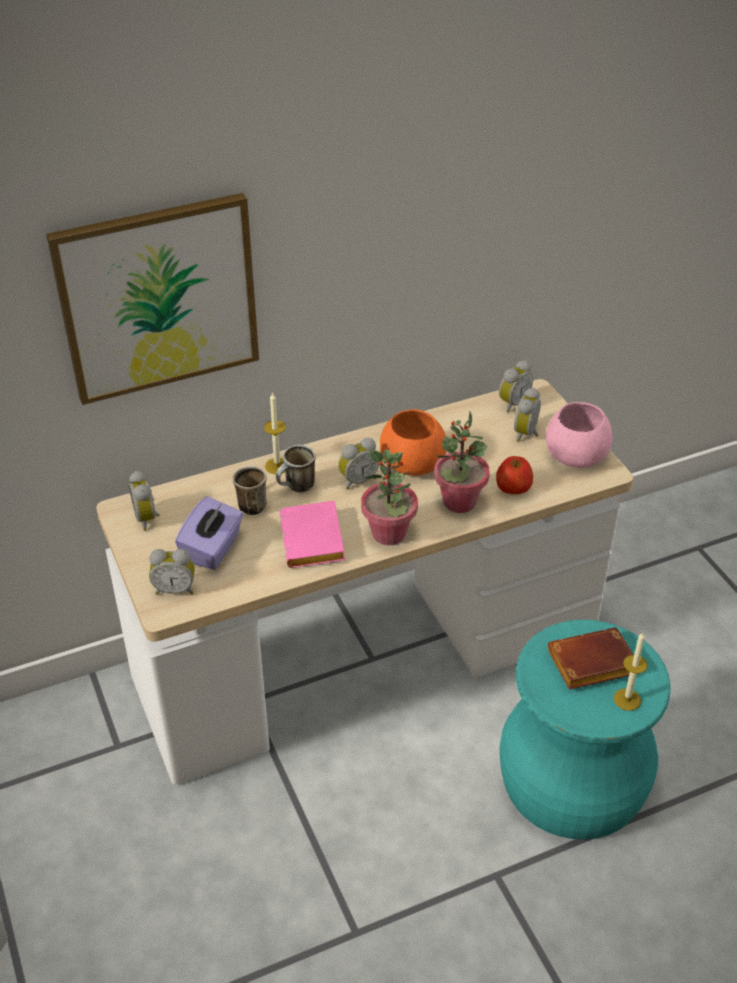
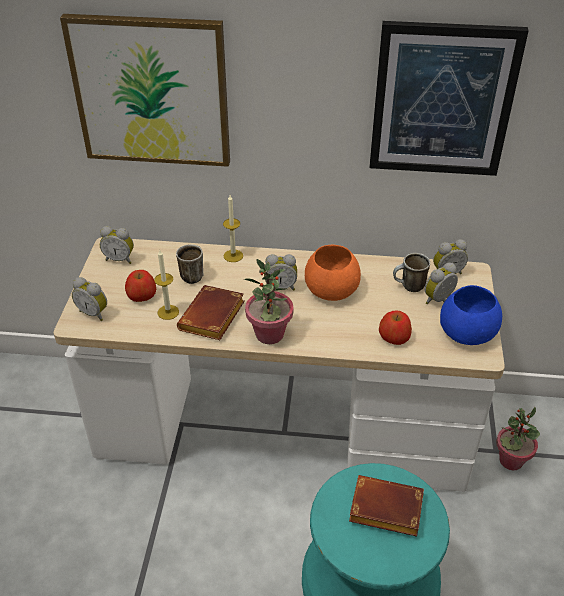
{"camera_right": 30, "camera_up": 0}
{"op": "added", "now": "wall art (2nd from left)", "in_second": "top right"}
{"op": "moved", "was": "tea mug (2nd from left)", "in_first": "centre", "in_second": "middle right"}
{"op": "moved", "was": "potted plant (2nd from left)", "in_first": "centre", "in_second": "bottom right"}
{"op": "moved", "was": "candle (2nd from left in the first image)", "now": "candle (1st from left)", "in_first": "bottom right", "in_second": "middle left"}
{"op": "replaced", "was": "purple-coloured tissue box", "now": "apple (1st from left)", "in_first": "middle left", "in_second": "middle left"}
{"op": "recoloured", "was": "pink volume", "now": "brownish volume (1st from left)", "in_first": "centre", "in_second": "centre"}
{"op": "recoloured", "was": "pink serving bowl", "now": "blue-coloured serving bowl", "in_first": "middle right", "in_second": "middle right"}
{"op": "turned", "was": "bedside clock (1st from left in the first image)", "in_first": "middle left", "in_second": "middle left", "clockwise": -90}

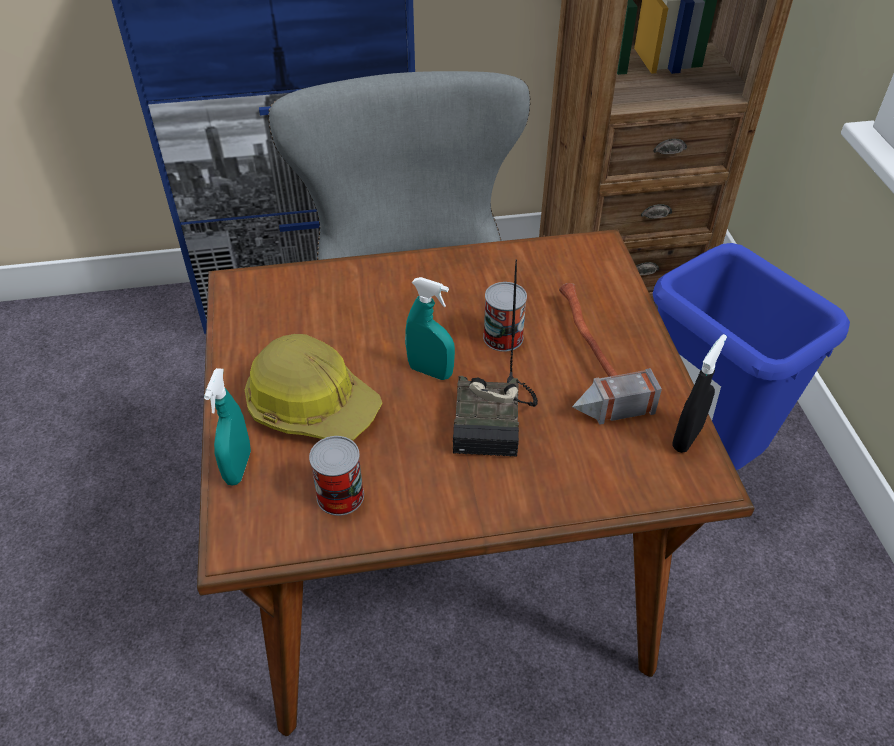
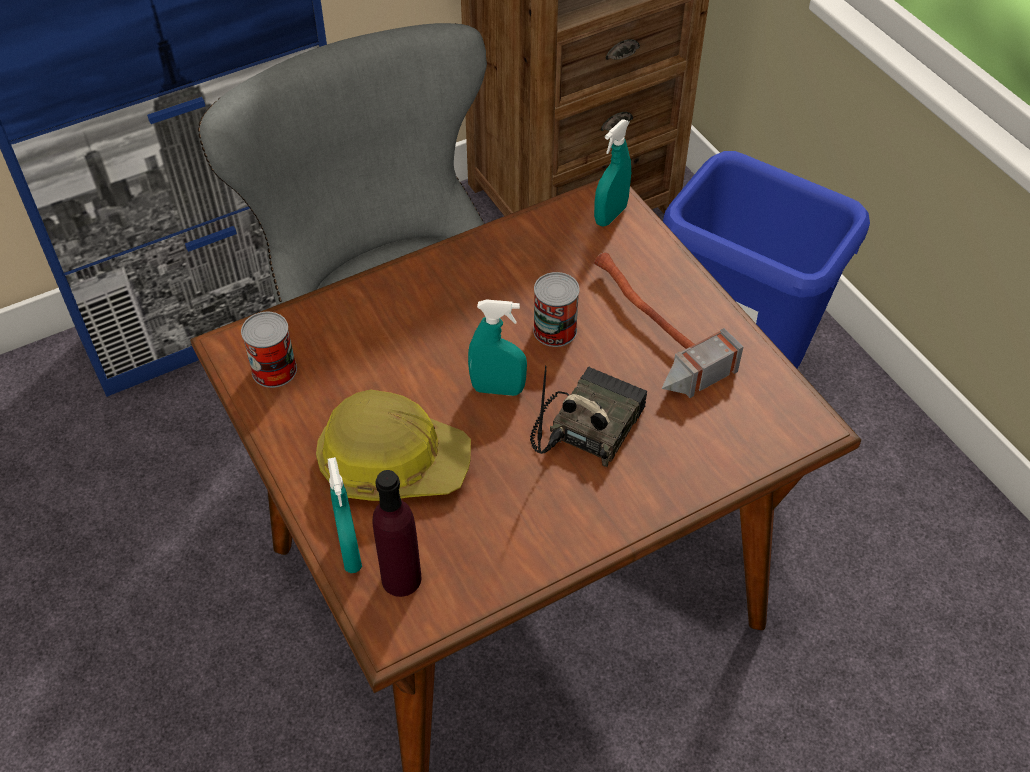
{"camera_right": -20, "camera_up": 5}
{"op": "removed", "was": "black spray bottle", "in_first": "middle right"}
{"op": "added", "now": "purple-coloured drink bottle", "in_second": "bottom centre"}
{"op": "added", "now": "blue-green spray bottle (3rd from left)", "in_second": "top centre"}
{"op": "moved", "was": "sealed can (1st from left)", "in_first": "centre", "in_second": "middle left"}
{"op": "turned", "was": "radio receiver", "in_first": "centre", "in_second": "centre", "clockwise": -135}

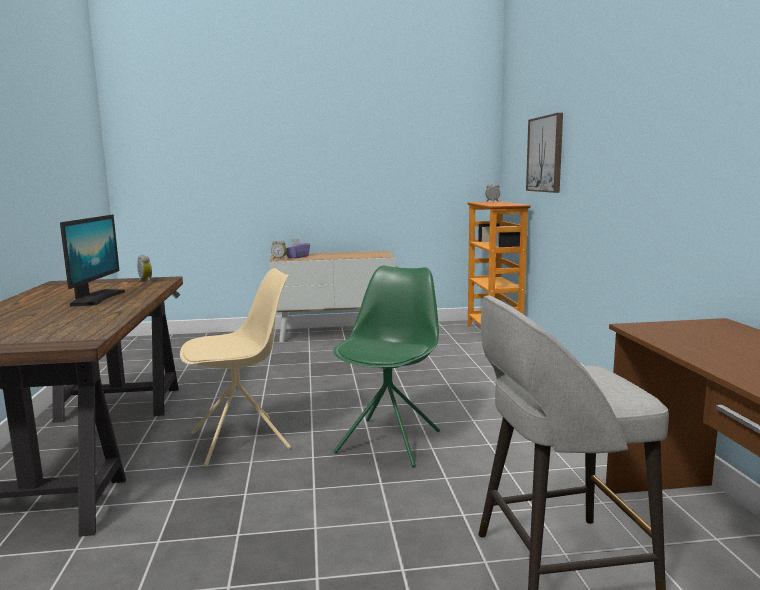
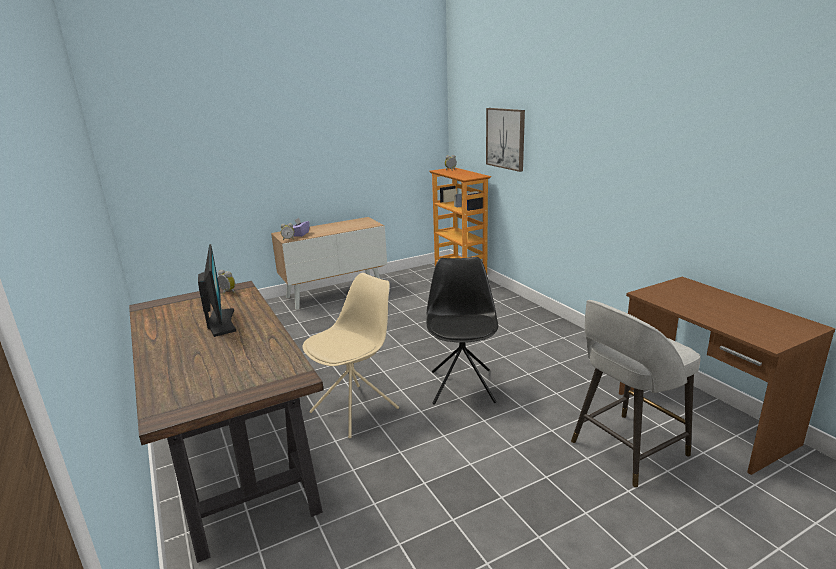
{"camera_right": -20, "camera_up": 10}
{"op": "recoloured", "was": "greenish plain chair", "now": "black plain chair", "in_first": "centre", "in_second": "centre"}

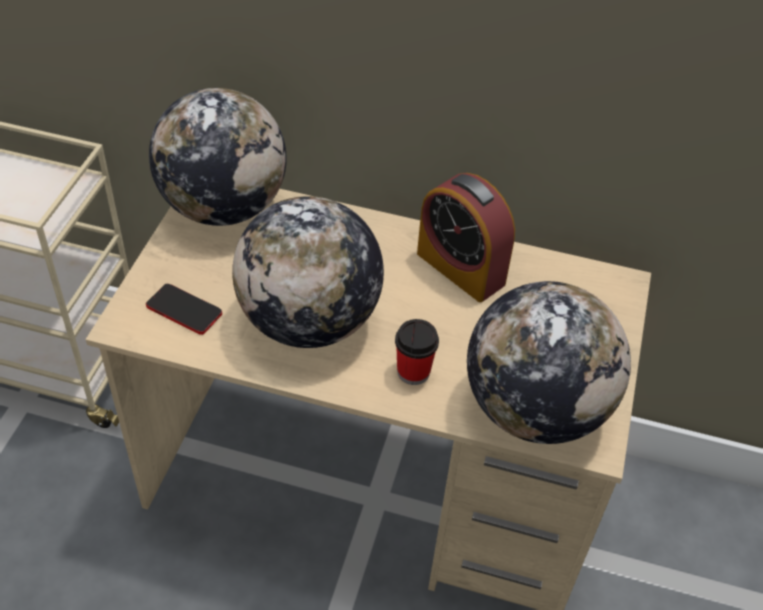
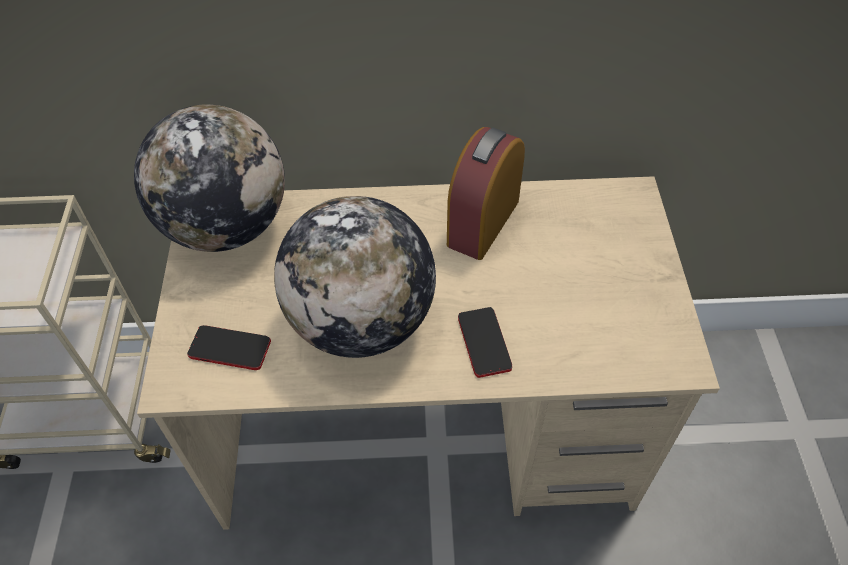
{"camera_right": -15, "camera_up": 5}
{"op": "removed", "was": "world globe (3rd from left)", "in_first": "middle right"}
{"op": "replaced", "was": "small cup", "now": "telephone (2nd from left)", "in_first": "centre", "in_second": "centre"}
{"op": "turned", "was": "bedside clock", "in_first": "centre", "in_second": "centre", "clockwise": 90}

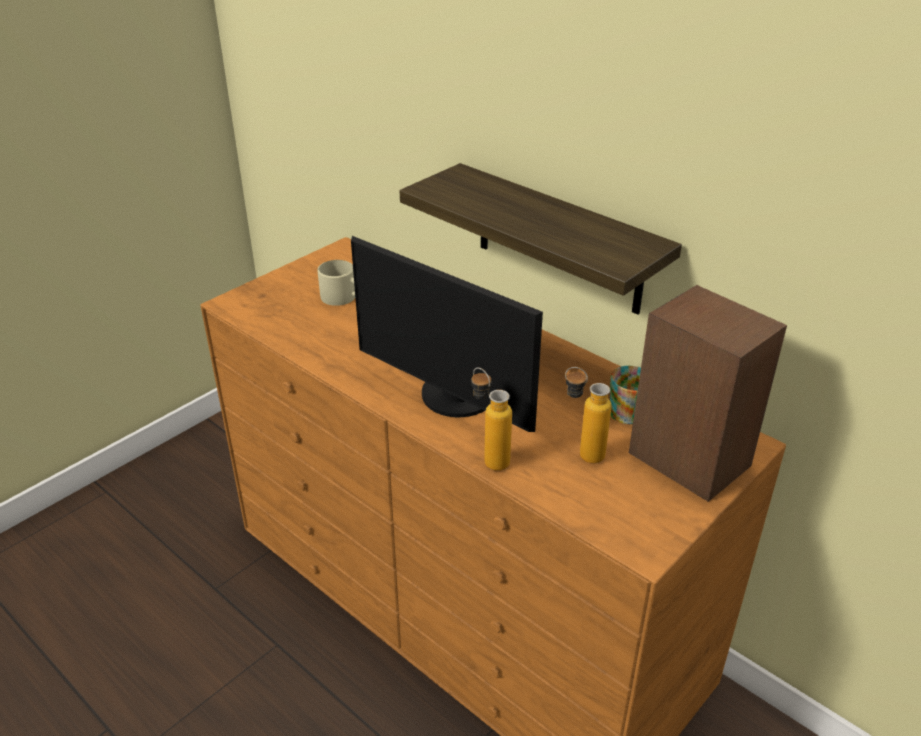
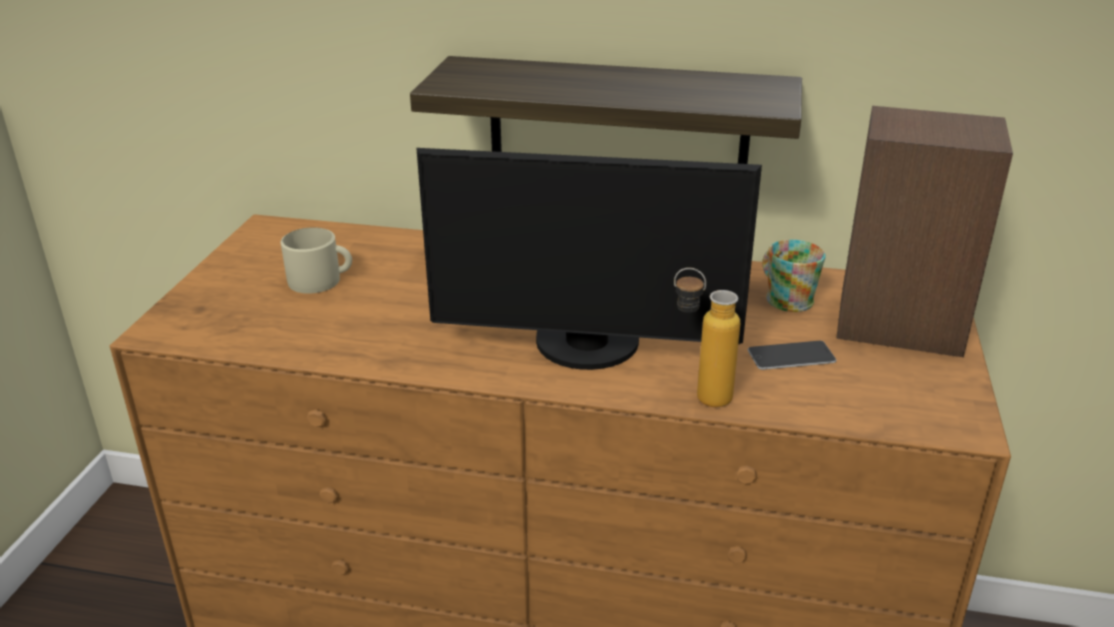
{"camera_right": -30, "camera_up": -5}
{"op": "replaced", "was": "drink bottle (2nd from left)", "now": "telephone", "in_first": "centre", "in_second": "middle right"}

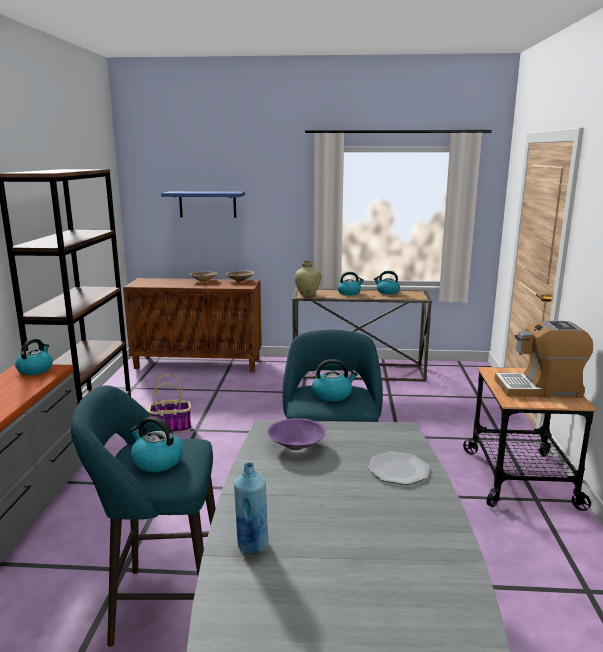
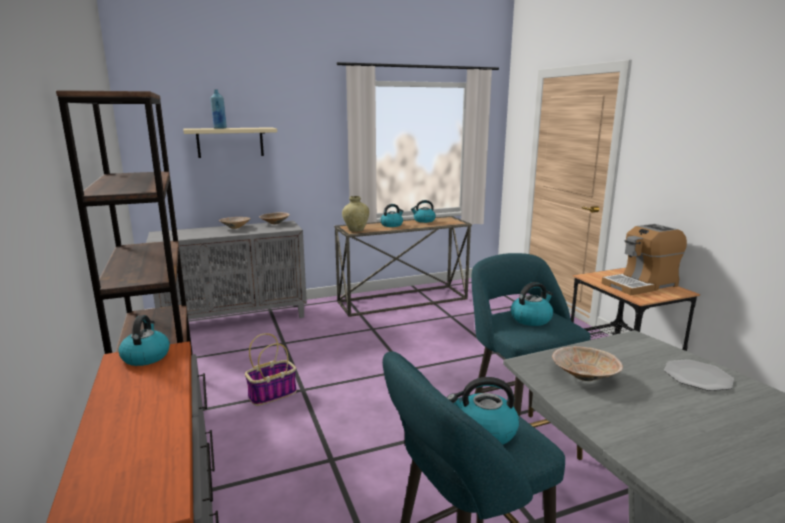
{"camera_right": -25, "camera_up": 0}
{"op": "moved", "was": "blue-coloured drink bottle", "in_first": "bottom centre", "in_second": "top left"}
{"op": "recoloured", "was": "brownish storage cabinet", "now": "gray storage cabinet", "in_first": "middle left", "in_second": "middle left"}
{"op": "recoloured", "was": "blue-coloured bracket shelf", "now": "beige-coloured bracket shelf", "in_first": "top centre", "in_second": "top left"}
{"op": "recoloured", "was": "purple-coloured serving bowl", "now": "beige-coloured serving bowl (3rd from left)", "in_first": "centre", "in_second": "bottom right"}

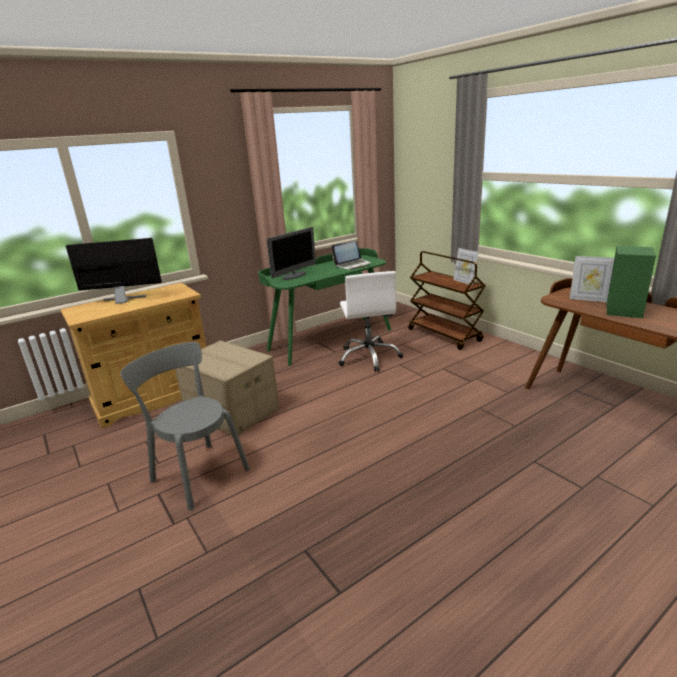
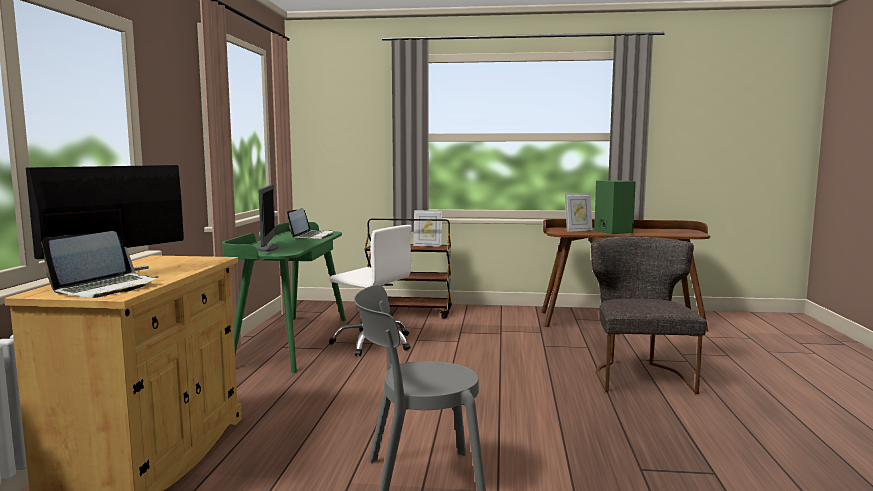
{"camera_right": -50, "camera_up": -15}
{"op": "removed", "was": "carton", "in_first": "centre"}
{"op": "added", "now": "notebook computer (1st from left)", "in_second": "middle left"}
{"op": "added", "now": "gray plain chair (2nd from left)", "in_second": "middle right"}

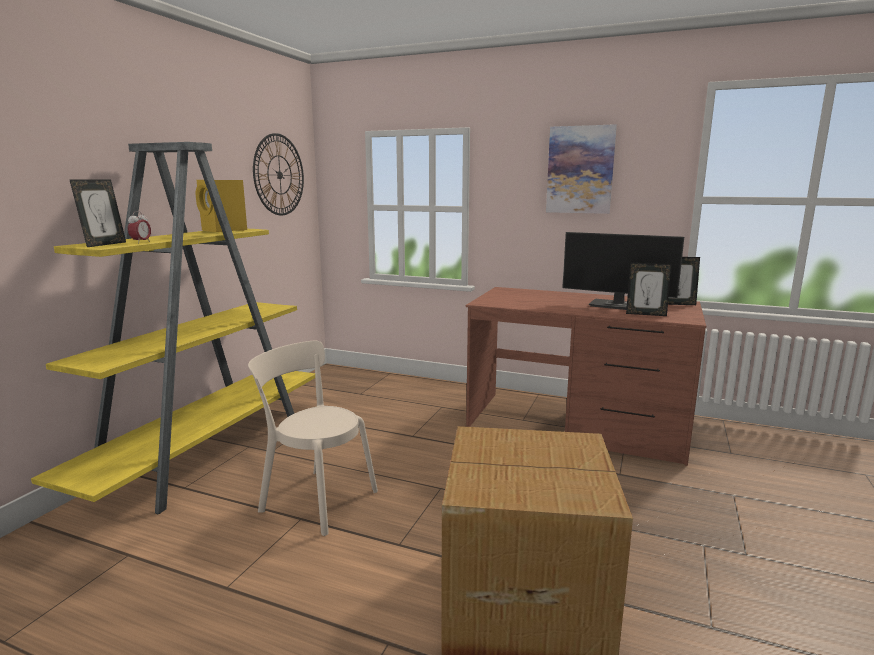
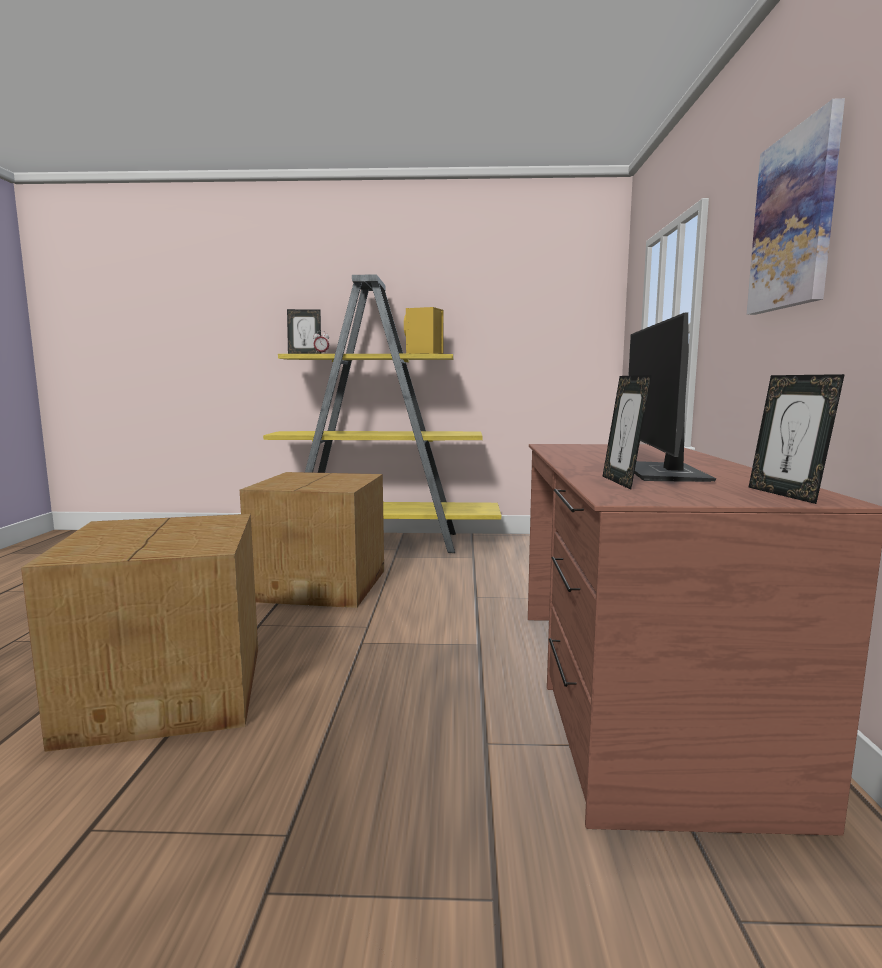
{"camera_right": 70, "camera_up": -5}
{"op": "removed", "was": "hanging clock", "in_first": "top left"}
{"op": "replaced", "was": "beige-coloured plain chair", "now": "carton (2nd from left)", "in_first": "bottom centre", "in_second": "centre"}

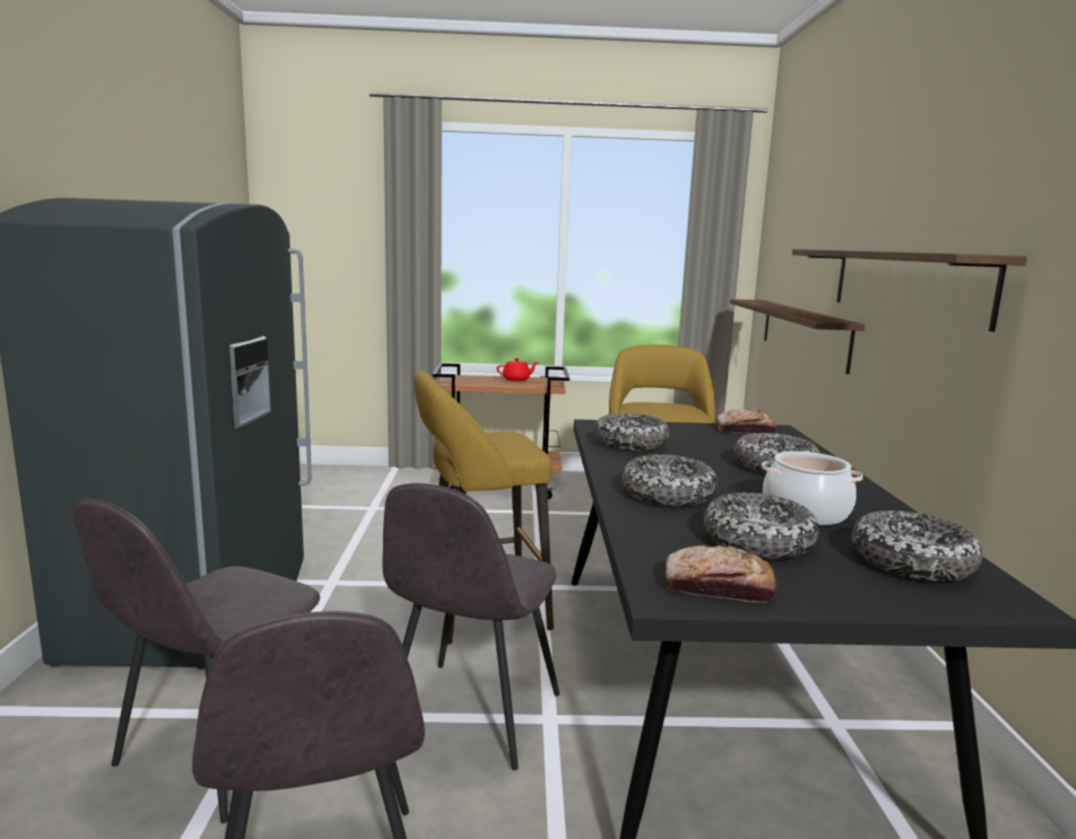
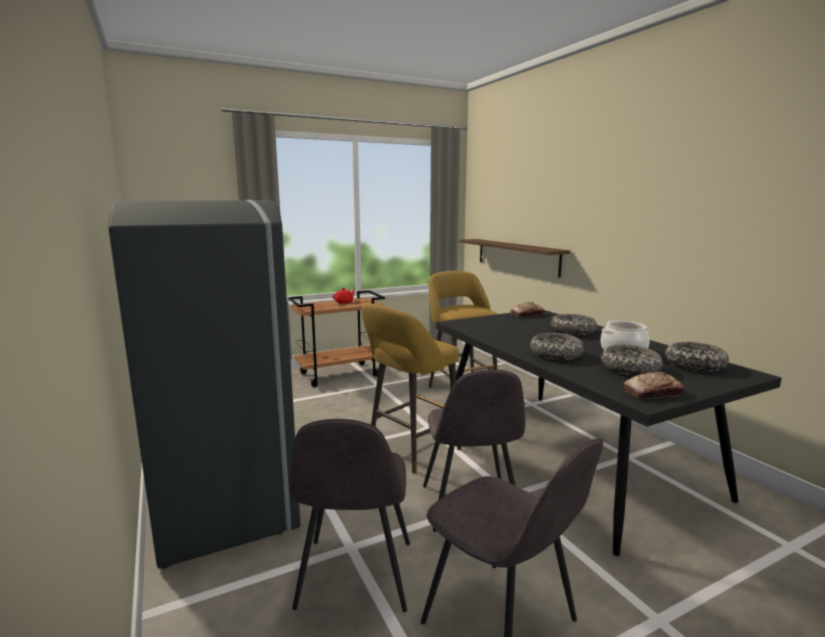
{"camera_right": -25, "camera_up": 0}
{"op": "removed", "was": "serving bowl (1st from left)", "in_first": "centre"}
{"op": "removed", "was": "bracket shelf (2nd from left)", "in_first": "middle right"}

